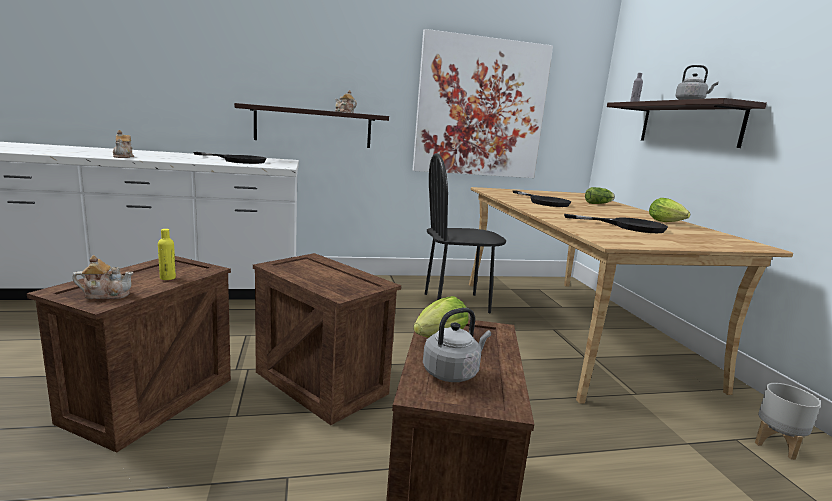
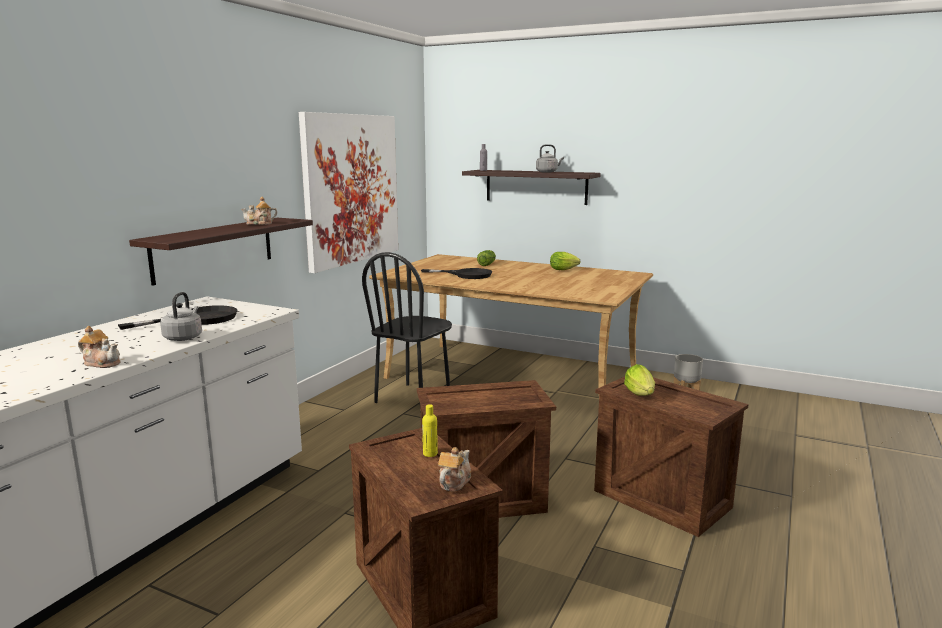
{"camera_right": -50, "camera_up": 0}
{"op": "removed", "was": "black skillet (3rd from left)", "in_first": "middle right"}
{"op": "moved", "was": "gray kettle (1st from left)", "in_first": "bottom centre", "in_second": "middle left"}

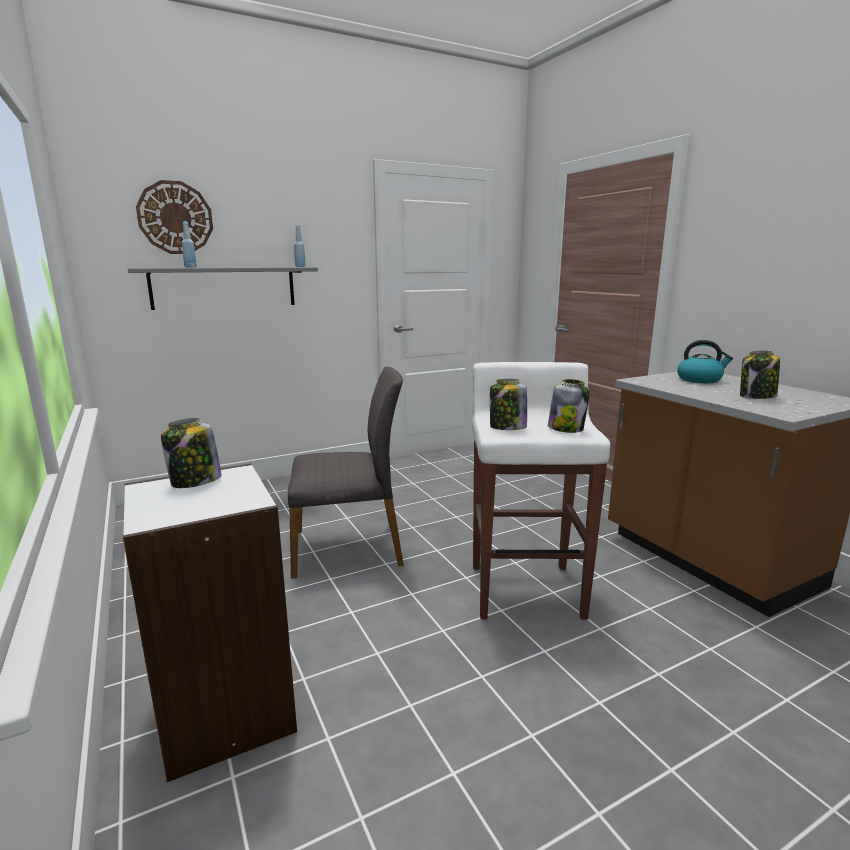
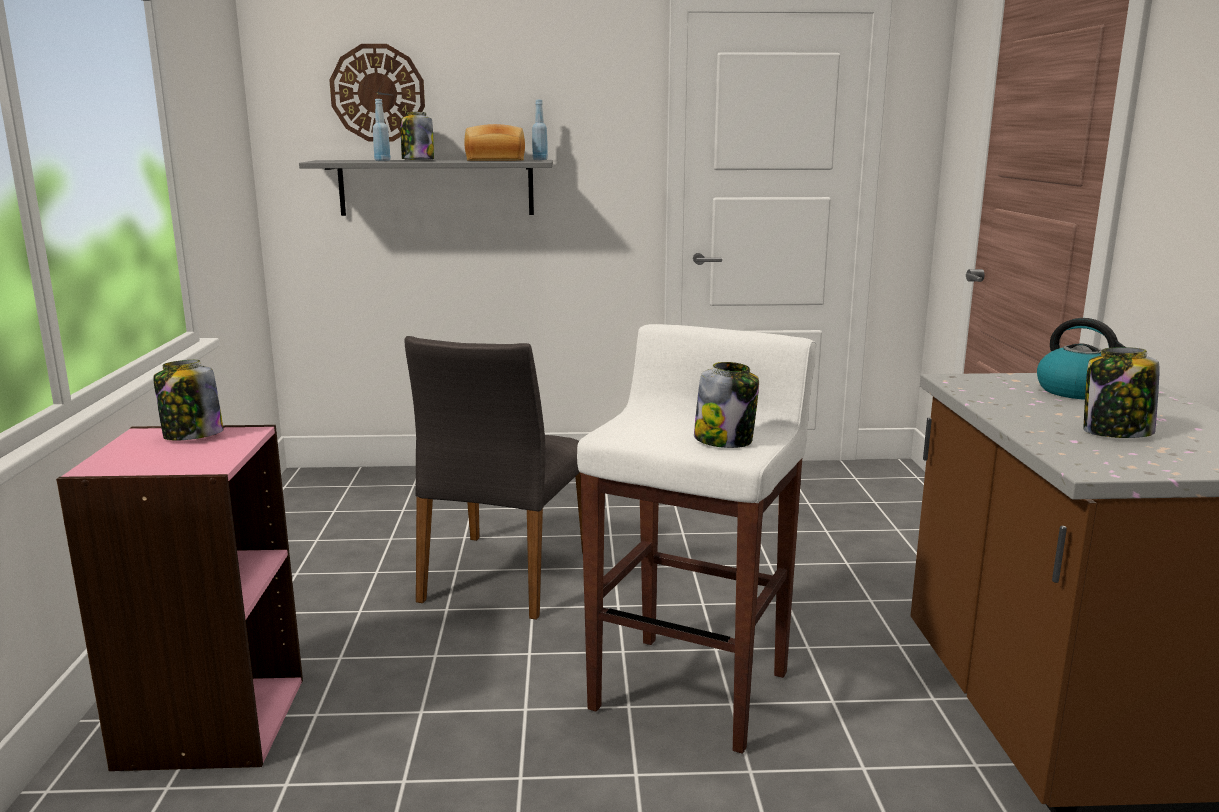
{"camera_right": 25, "camera_up": 0}
{"op": "added", "now": "bakery bread", "in_second": "top centre"}
{"op": "moved", "was": "jar (2nd from left)", "in_first": "centre", "in_second": "top centre"}
{"op": "recoloured", "was": "white shelving unit", "now": "pink shelving unit", "in_first": "bottom left", "in_second": "bottom left"}
{"op": "turned", "was": "gray plain chair", "in_first": "centre", "in_second": "centre", "clockwise": 90}

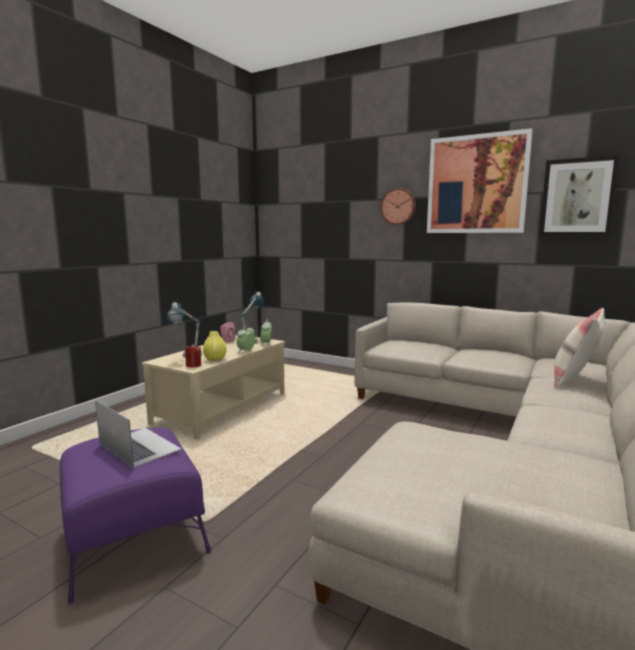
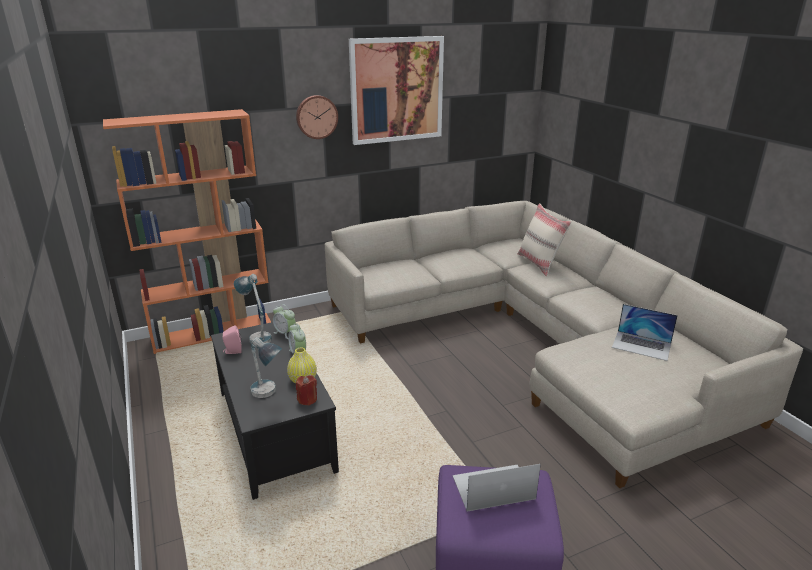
{"camera_right": -55, "camera_up": 15}
{"op": "removed", "was": "wall art (2nd from left)", "in_first": "top right"}
{"op": "added", "now": "orange shelving unit", "in_second": "middle left"}
{"op": "added", "now": "notebook computer (2nd from left)", "in_second": "middle right"}
{"op": "recoloured", "was": "beige-coloured lounge table", "now": "black lounge table", "in_first": "centre", "in_second": "bottom centre"}

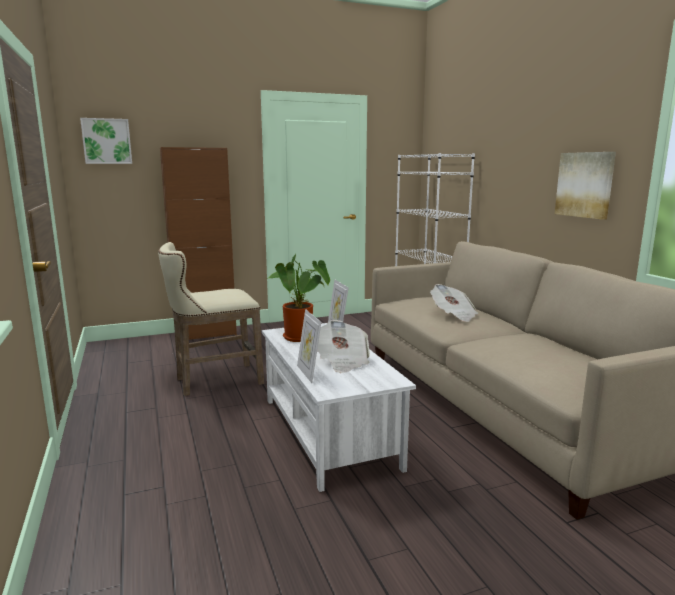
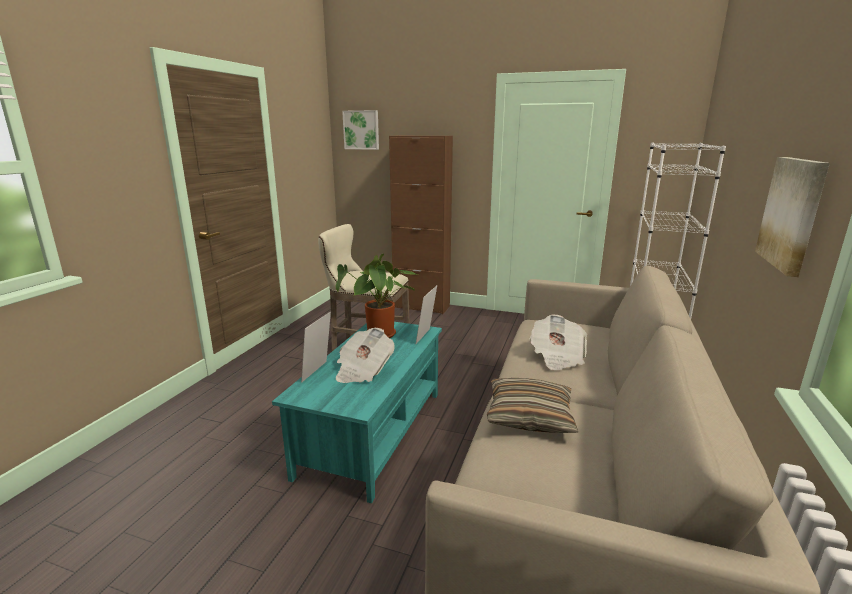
{"camera_right": 40, "camera_up": 5}
{"op": "added", "now": "pillow", "in_second": "bottom centre"}
{"op": "recoloured", "was": "white lounge table", "now": "blue-green lounge table", "in_first": "bottom centre", "in_second": "bottom centre"}

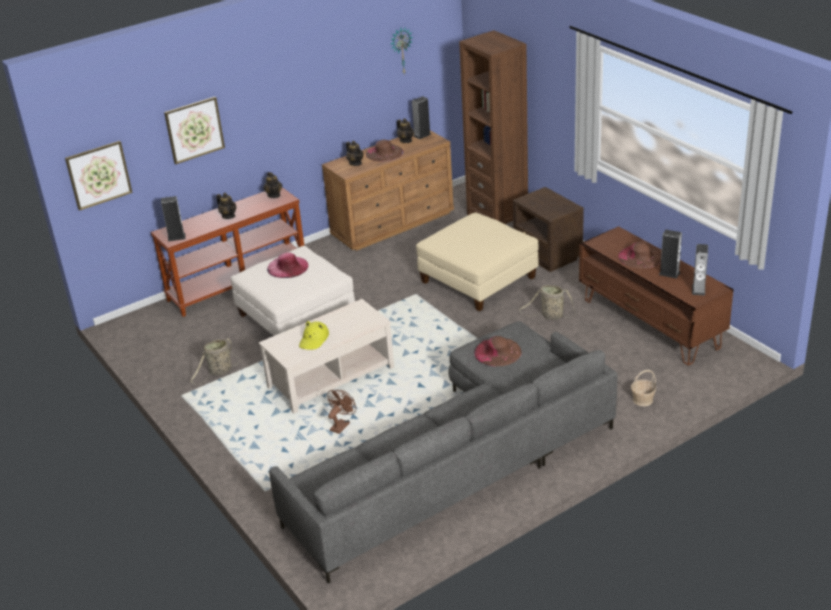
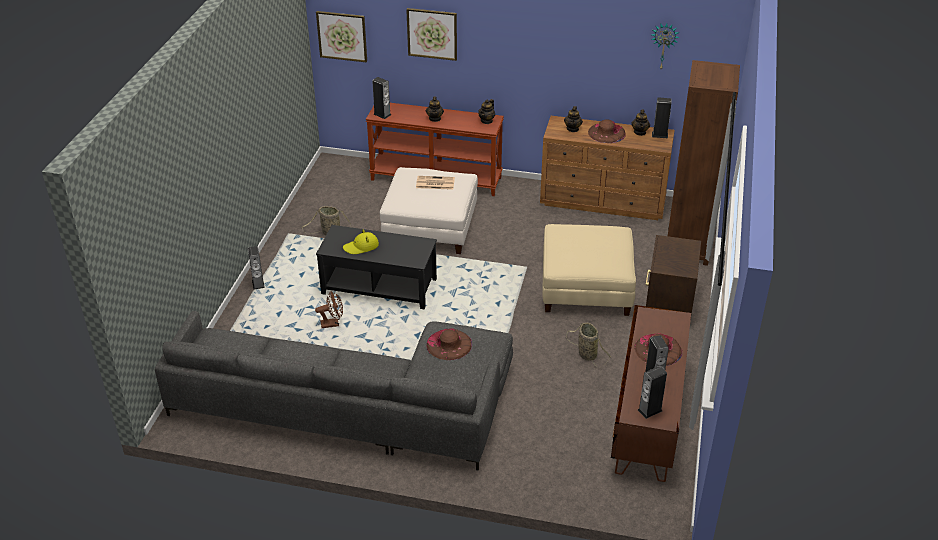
{"camera_right": 45, "camera_up": 5}
{"op": "removed", "was": "household basket (3rd from left)", "in_first": "middle right"}
{"op": "added", "now": "speaker (1st from left)", "in_second": "middle left"}
{"op": "replaced", "was": "pink hat", "now": "printed paper", "in_first": "centre", "in_second": "centre"}
{"op": "recoloured", "was": "beige-coloured lounge table", "now": "black lounge table", "in_first": "centre", "in_second": "centre"}

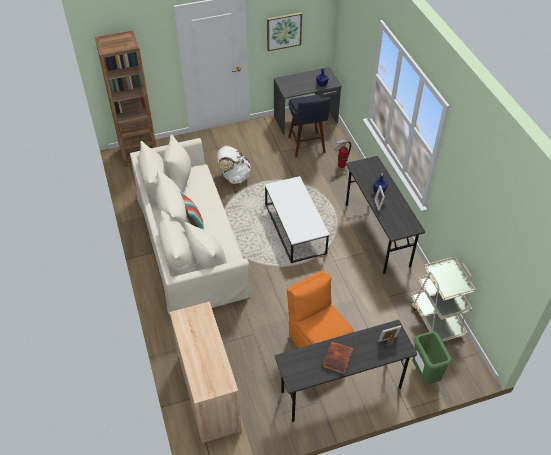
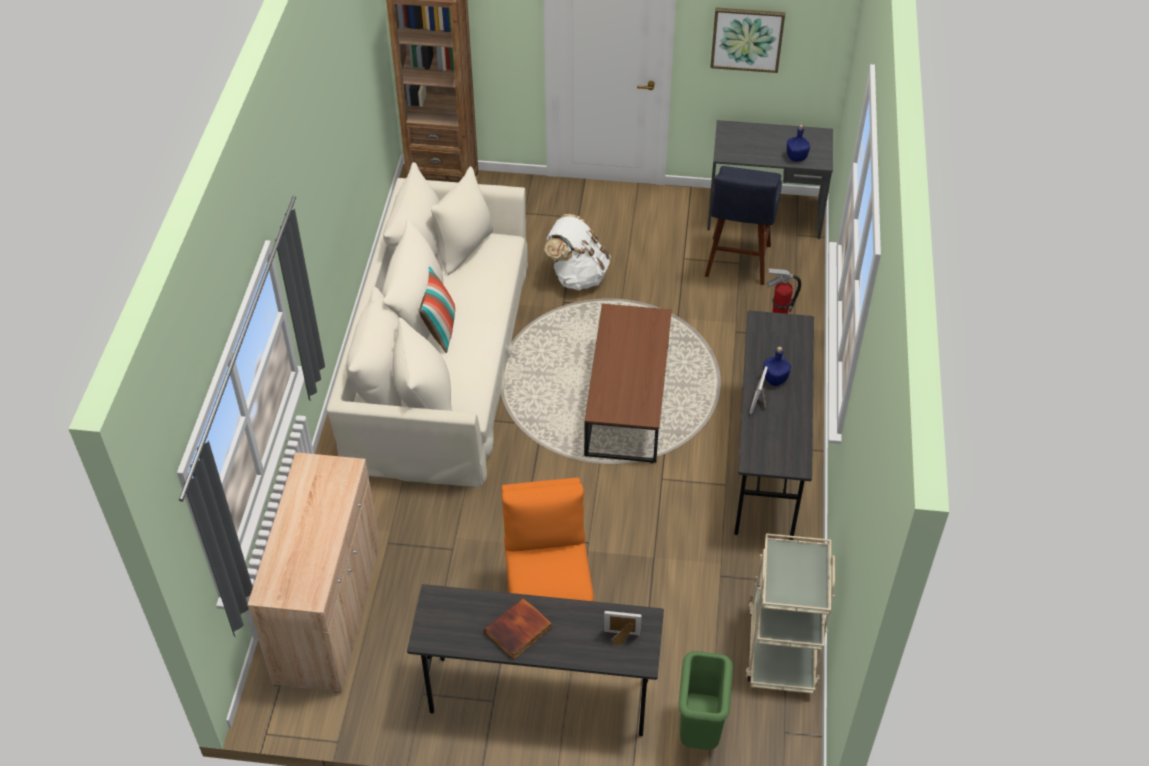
{"camera_right": 25, "camera_up": 0}
{"op": "recoloured", "was": "white lounge table", "now": "brownish lounge table", "in_first": "centre", "in_second": "centre"}

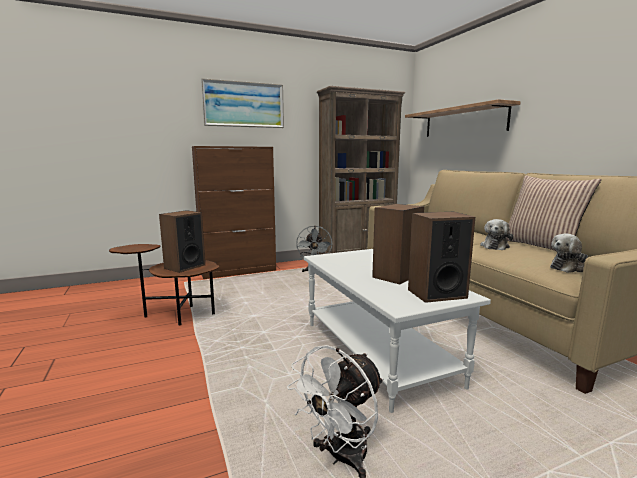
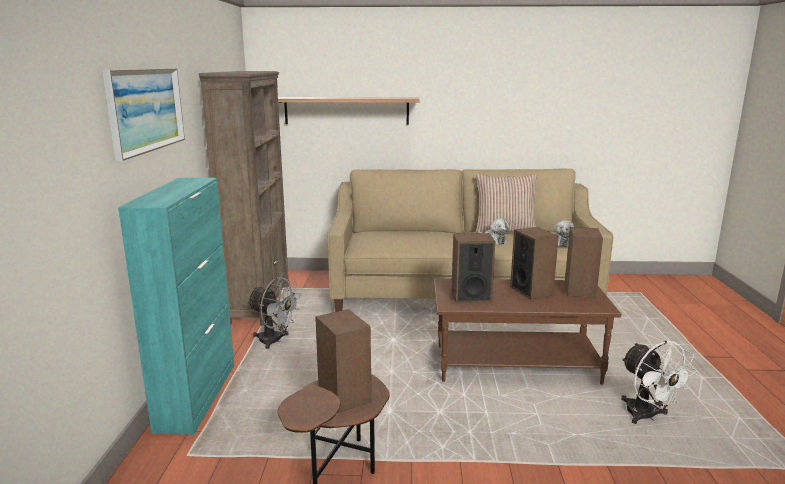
{"camera_right": -65, "camera_up": 5}
{"op": "added", "now": "speaker (2nd from left)", "in_second": "centre"}
{"op": "recoloured", "was": "brownish storage cabinet", "now": "blue-green storage cabinet", "in_first": "centre", "in_second": "middle left"}
{"op": "recoloured", "was": "white lounge table", "now": "brownish lounge table", "in_first": "bottom centre", "in_second": "bottom right"}

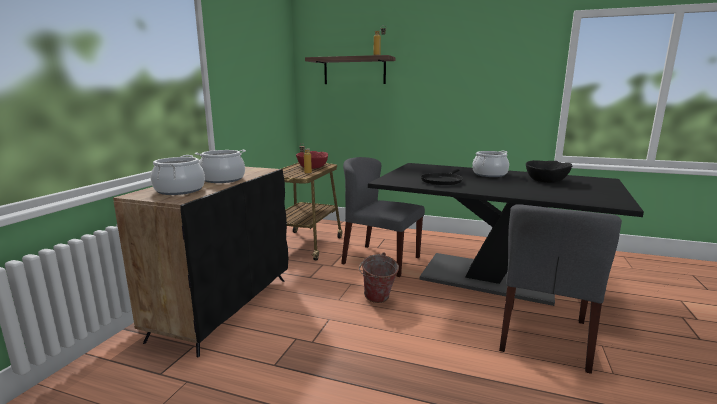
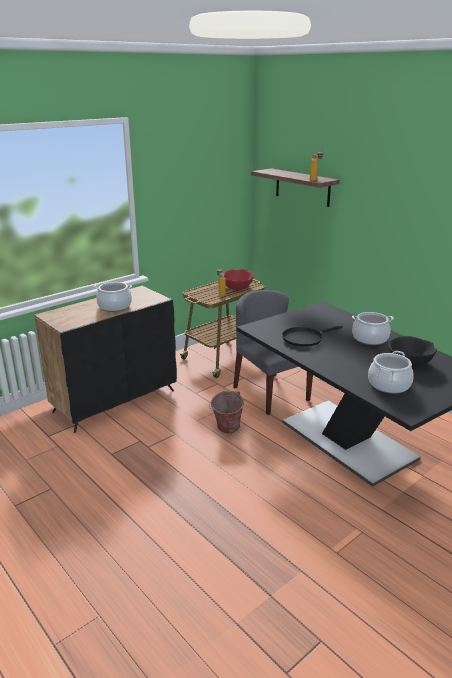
{"camera_right": 30, "camera_up": 10}
{"op": "removed", "was": "gray plain chair (2nd from left)", "in_first": "bottom right"}
{"op": "moved", "was": "saucepot (1st from left in the first image)", "now": "saucepot (3rd from left)", "in_first": "middle left", "in_second": "middle right"}

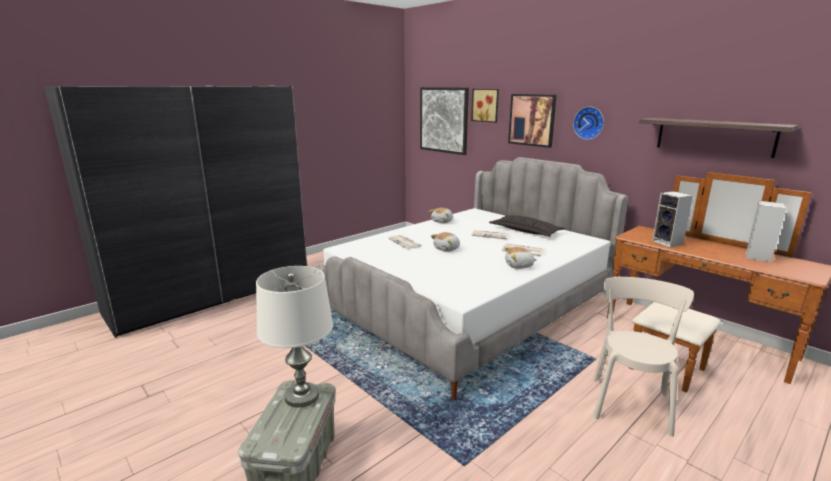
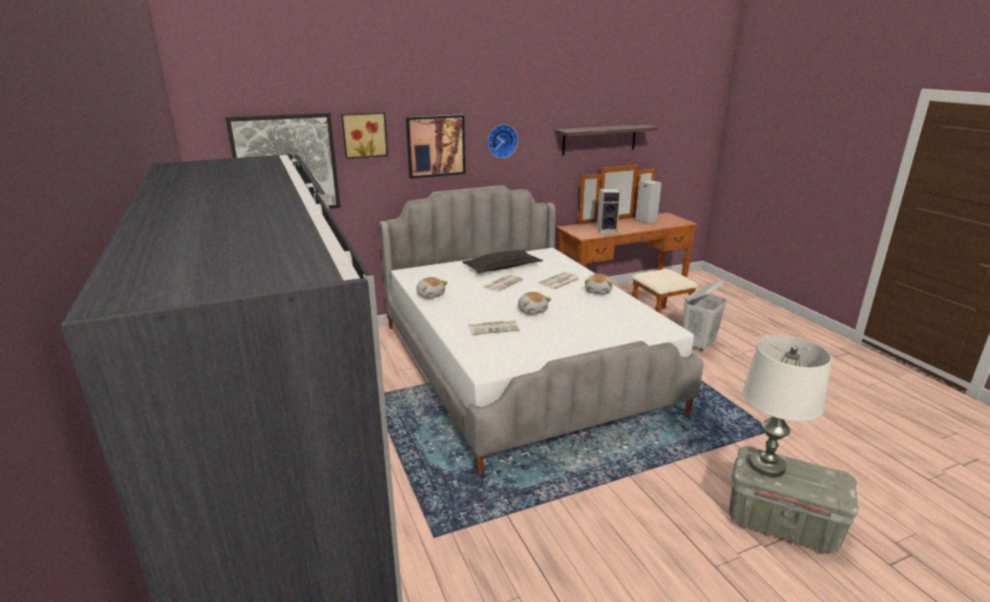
{"camera_right": -70, "camera_up": 5}
{"op": "replaced", "was": "beige-coloured plain chair", "now": "white laundry basket", "in_first": "bottom right", "in_second": "middle right"}

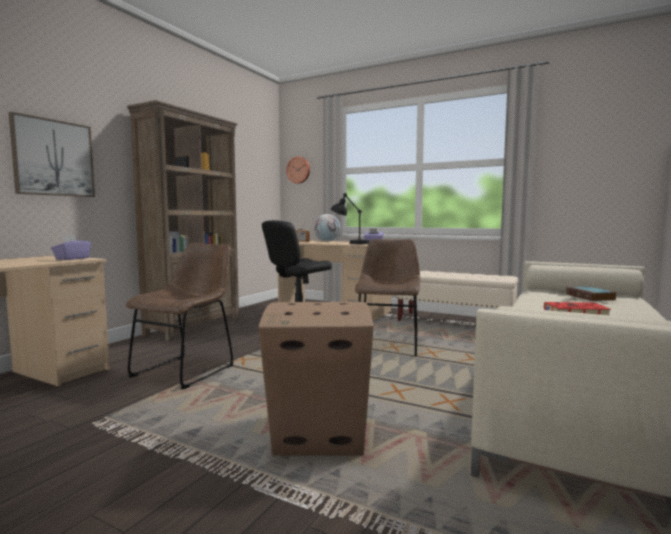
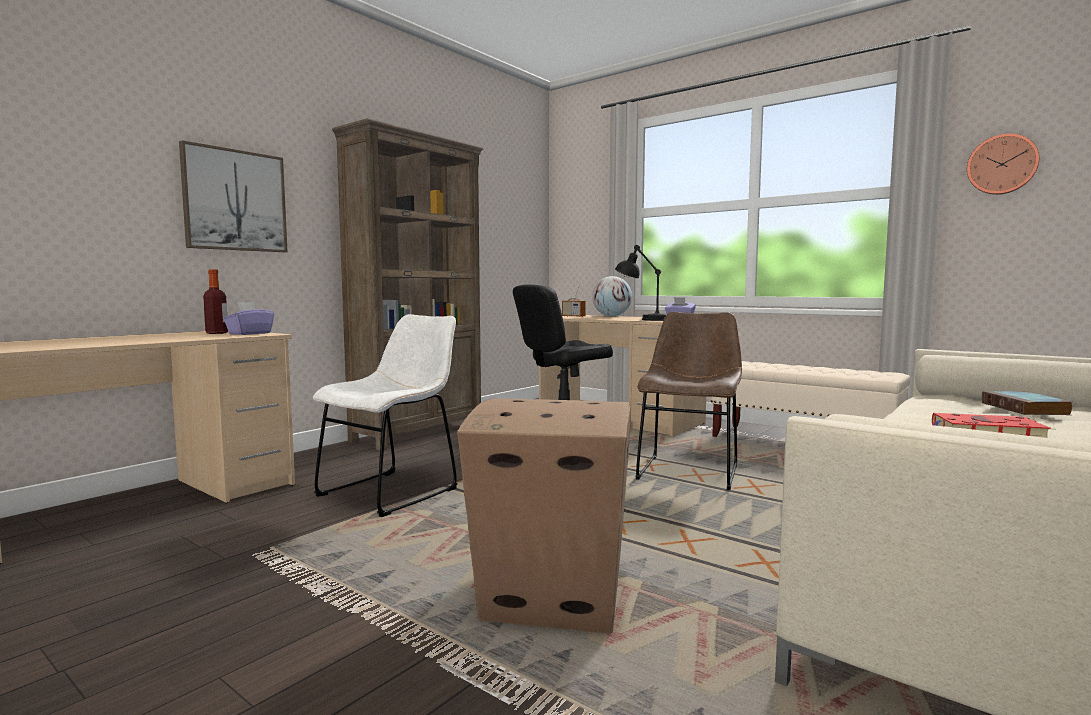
{"camera_right": 10, "camera_up": 0}
{"op": "added", "now": "drink bottle", "in_second": "middle left"}
{"op": "moved", "was": "hanging clock", "in_first": "top centre", "in_second": "top right"}
{"op": "recoloured", "was": "brownish plain chair (1st from left)", "now": "white plain chair", "in_first": "middle left", "in_second": "centre"}

